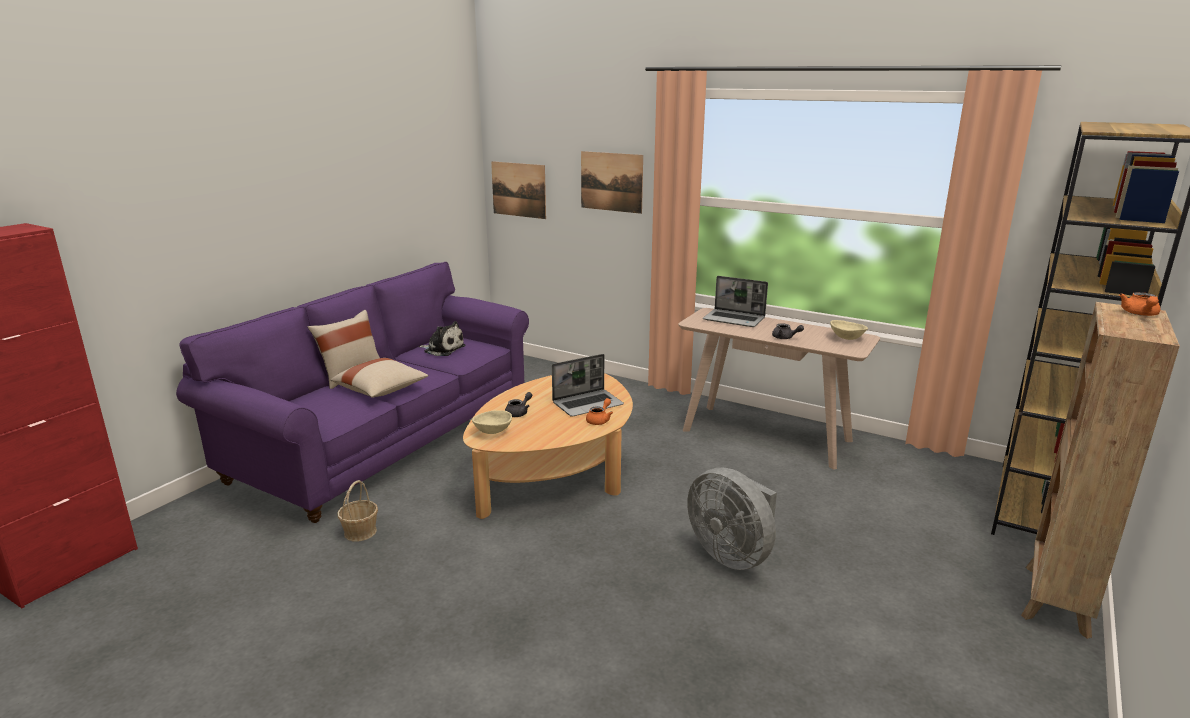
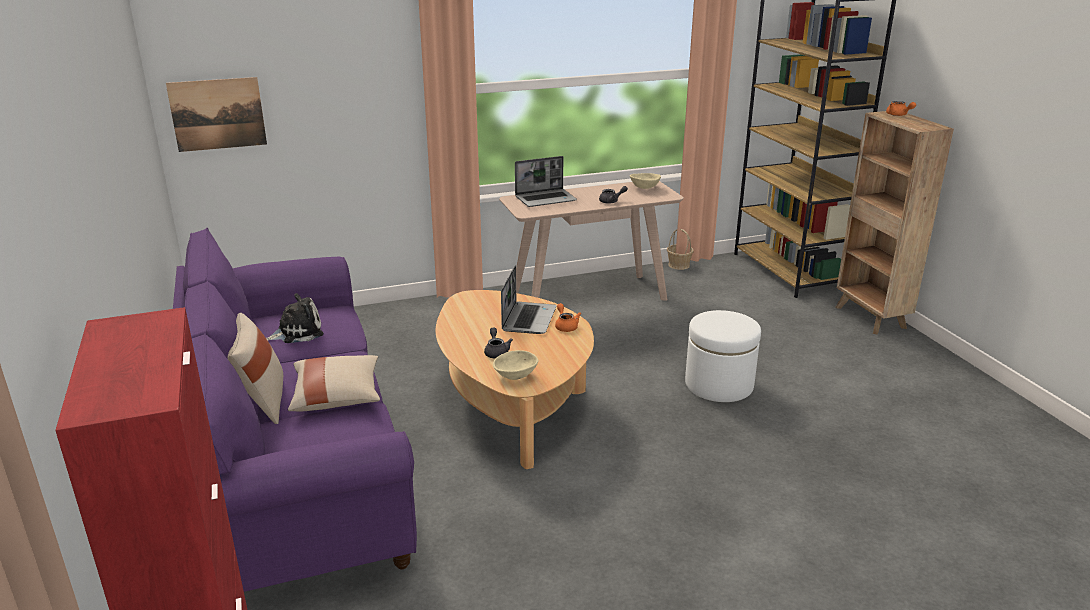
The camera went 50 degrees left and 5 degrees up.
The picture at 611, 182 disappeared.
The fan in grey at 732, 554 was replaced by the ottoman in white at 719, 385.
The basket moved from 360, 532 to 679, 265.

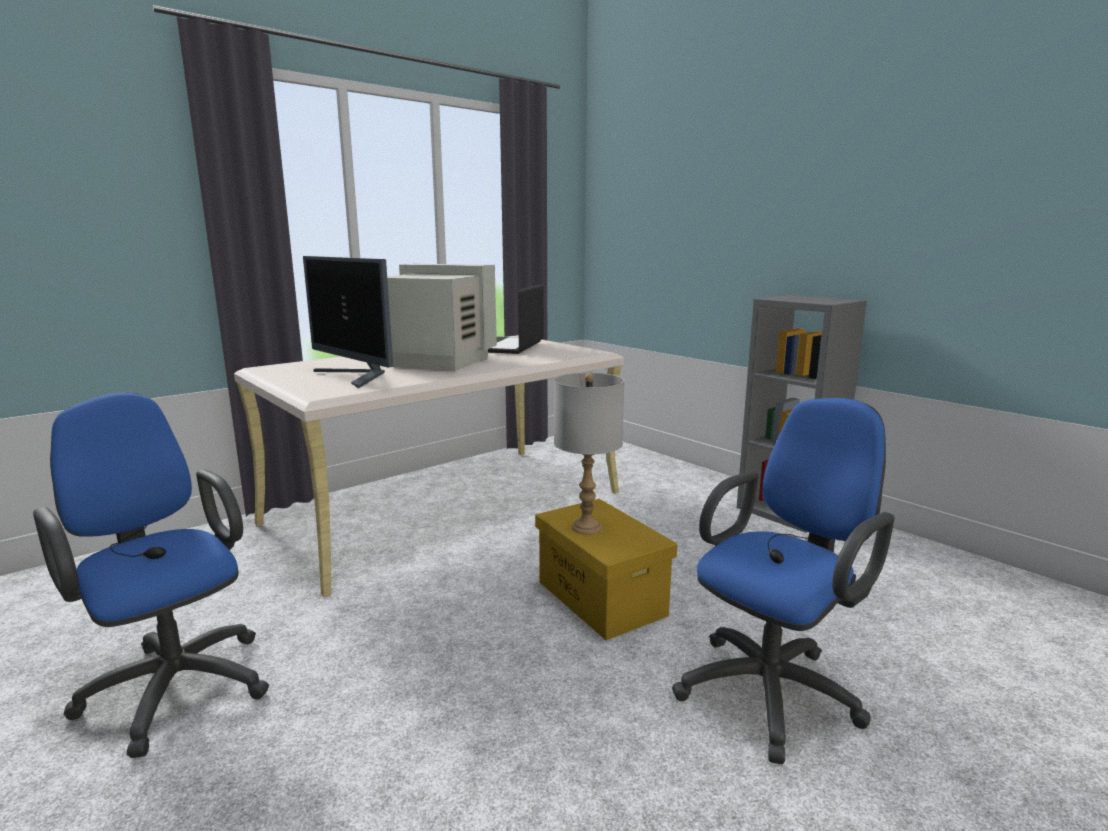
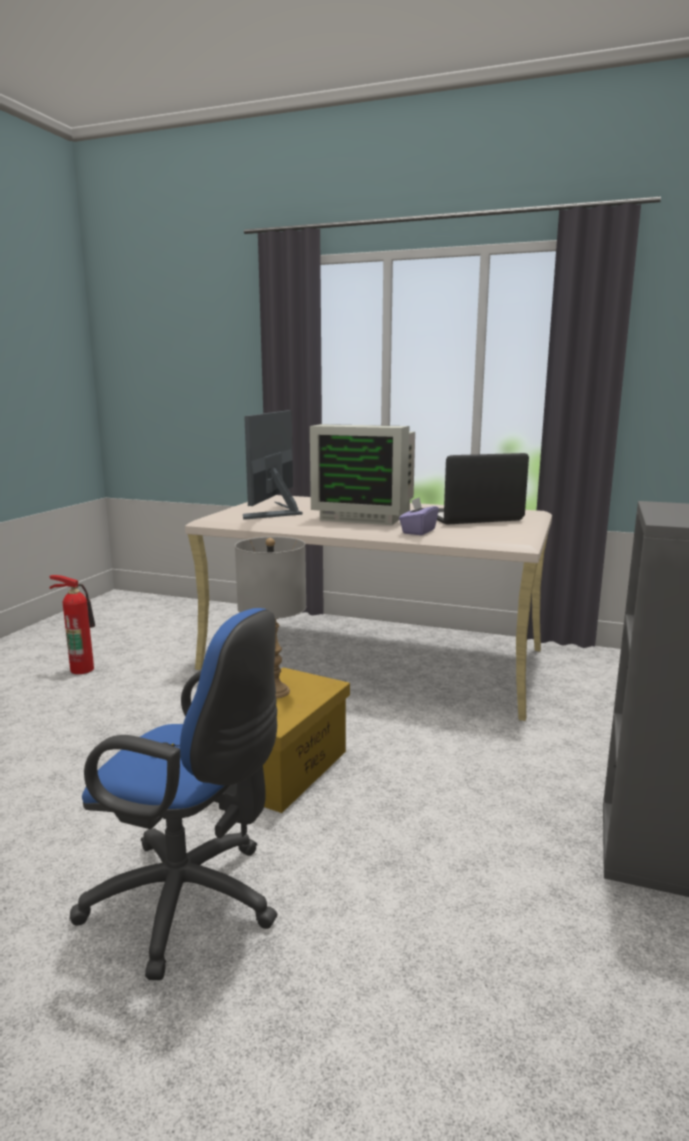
The camera went 60 degrees right and 0 degrees up.
The monitor at 438, 361 turned 120 degrees clockwise.
The office chair in blue at 174, 682 was replaced by the fire extinguisher at 82, 668.
The tissue box in purple at 418, 531 appeared.

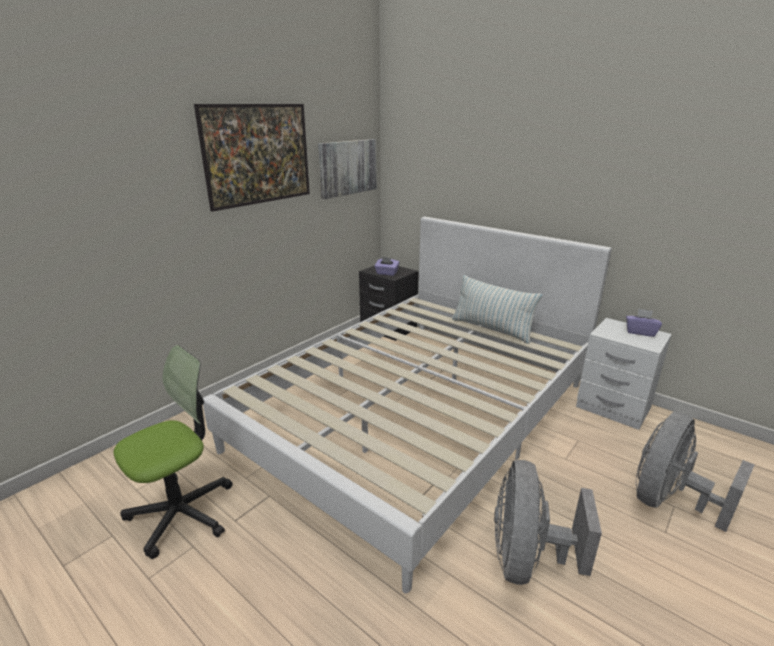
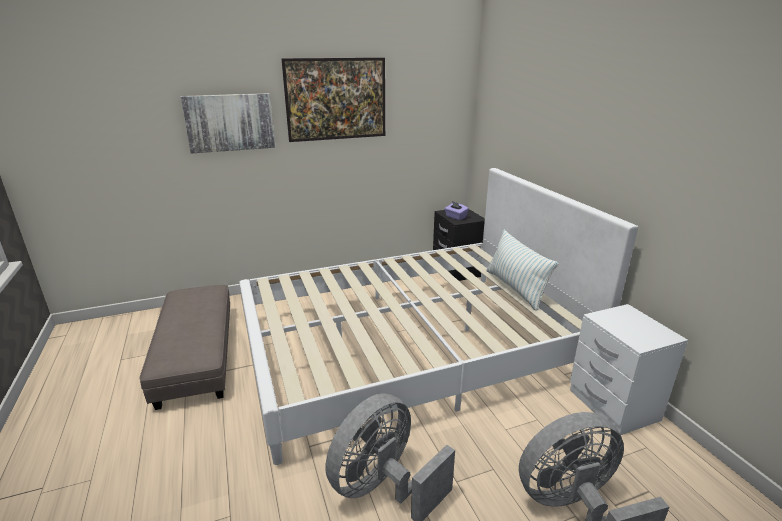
The camera went 30 degrees right and 0 degrees up.
The picture moved from 347, 167 to 230, 122.
The tissue box in purple at 640, 332 disappeared.
The office chair at 182, 513 was replaced by the ottoman in grey at 197, 355.

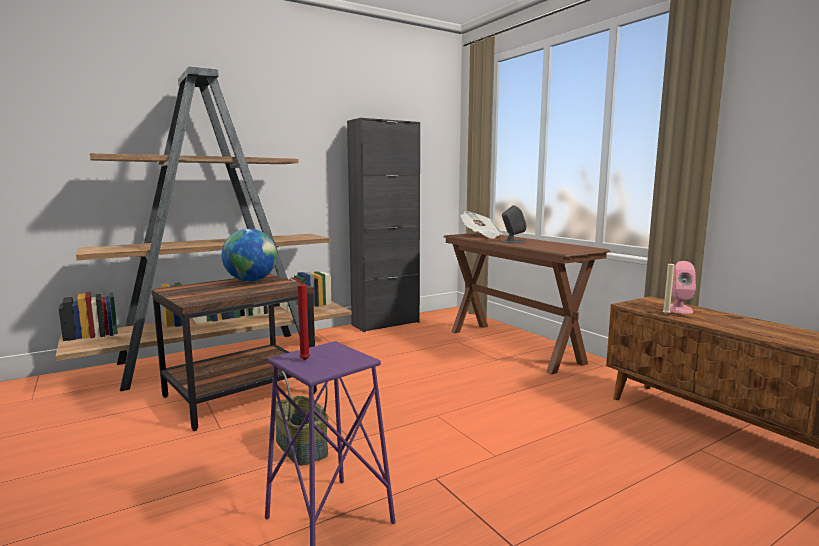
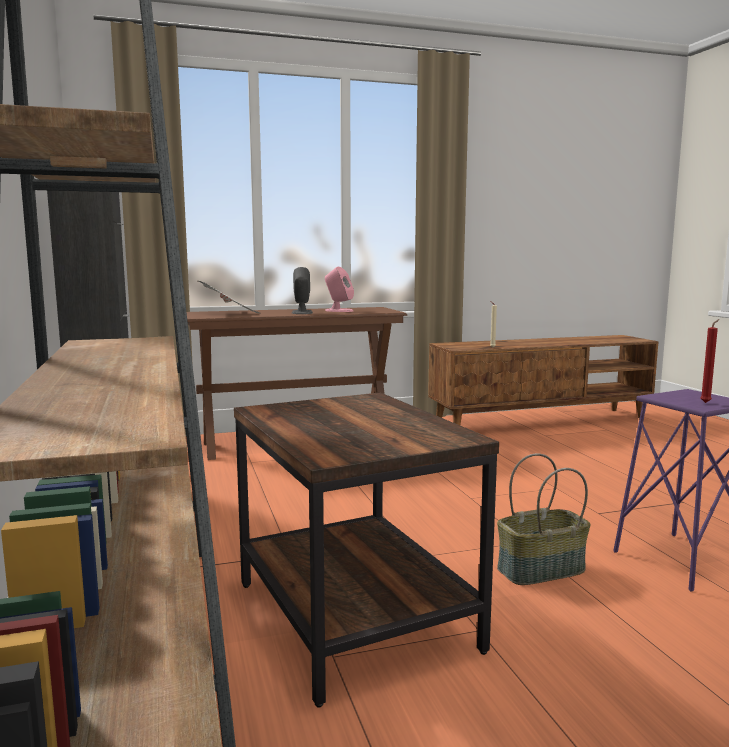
The camera went 75 degrees left and 0 degrees up.
The globe at 251, 281 disappeared.
The speaker in pink moved from 679, 309 to 338, 310.

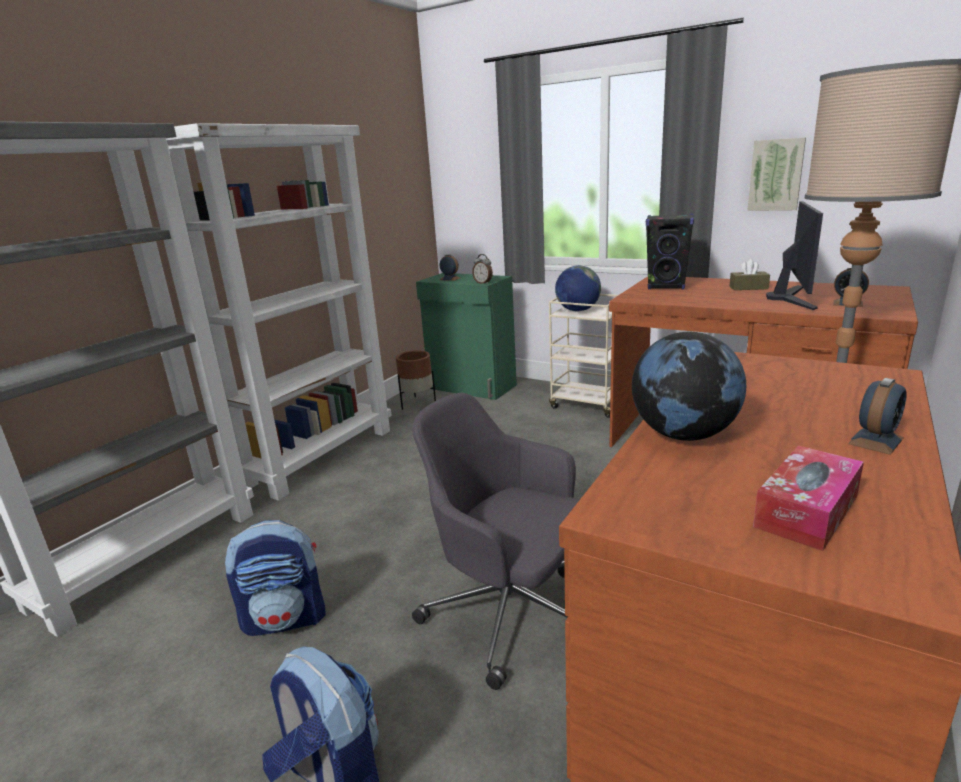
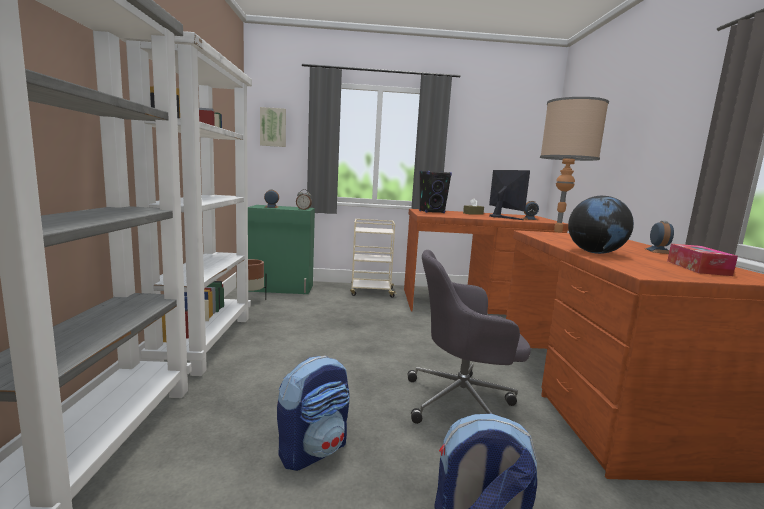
The camera went 35 degrees left and 10 degrees down.
The picture moved from 776, 175 to 273, 127.
The globe at 577, 310 disappeared.

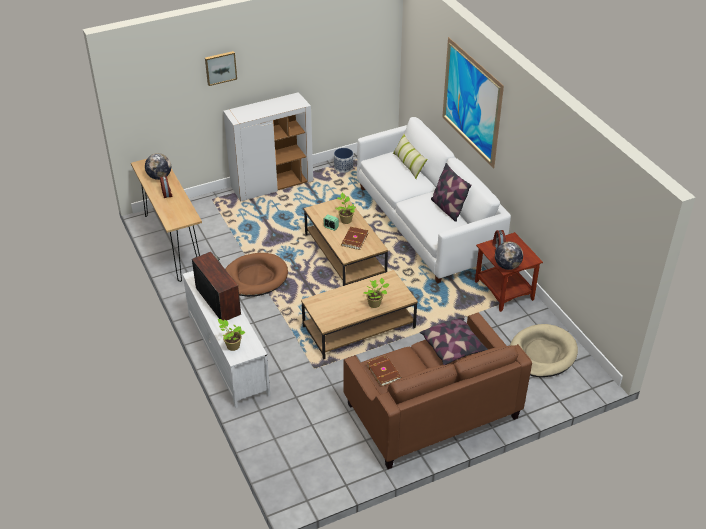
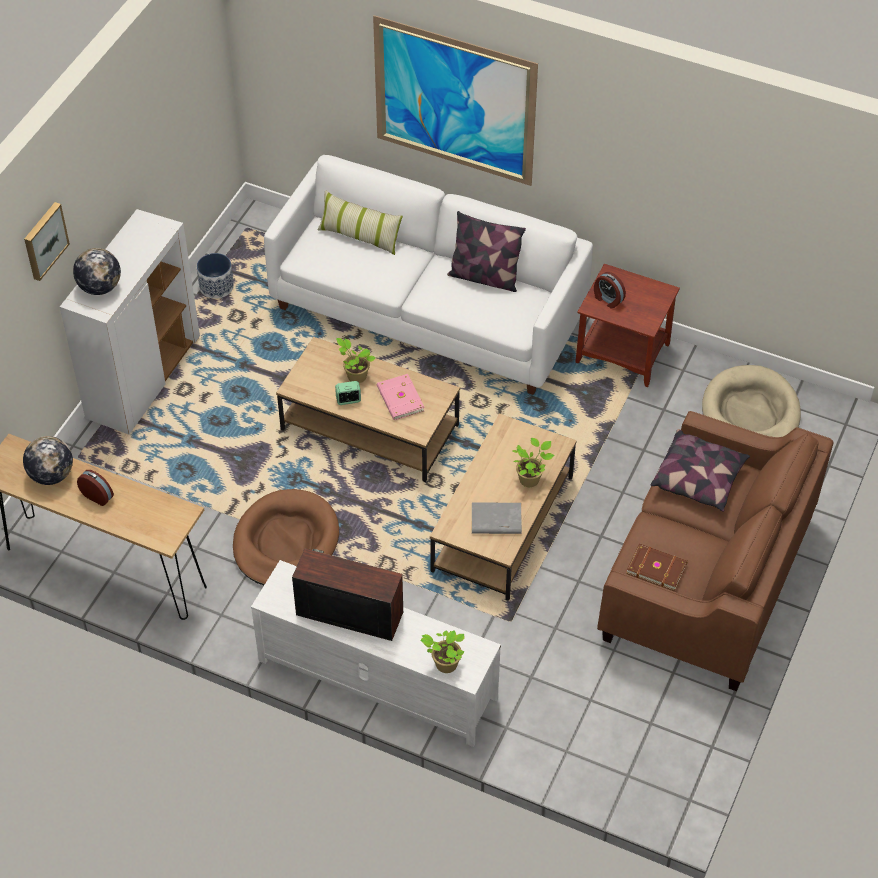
The camera went 40 degrees left and 10 degrees up.
The book in brown at 354, 239 became the book in pink at 399, 399.
The globe moved from 507, 266 to 100, 287.
The book in grey at 495, 521 appeared.

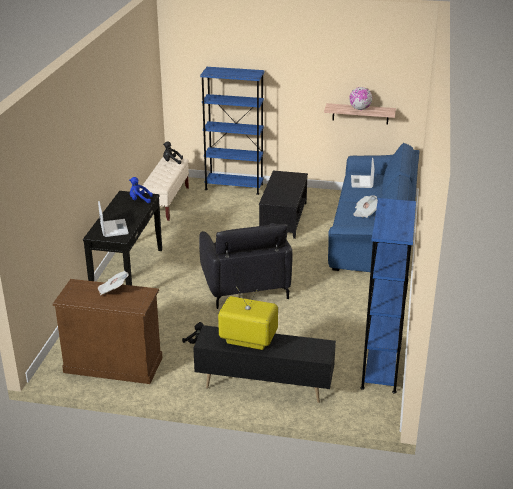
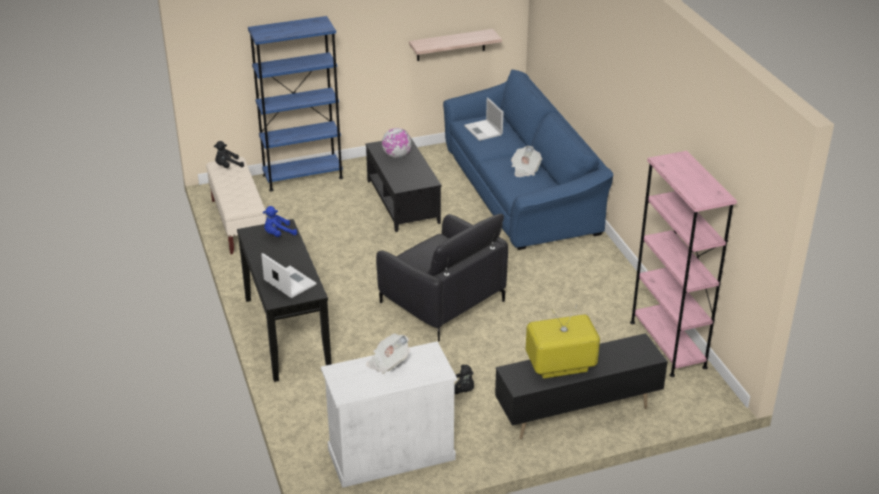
The camera went 30 degrees left and 5 degrees up.
The globe moved from 360, 109 to 397, 156.
The bookcase in blue at 381, 366 became the bookcase in pink at 667, 344.
The cabinet in brown at 113, 365 became the cabinet in white at 391, 454.

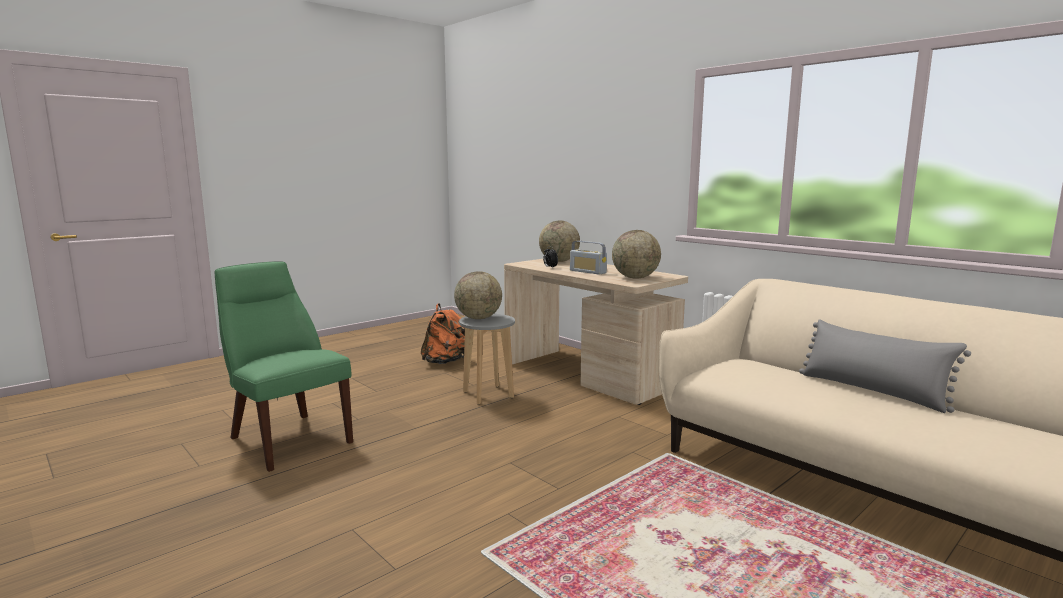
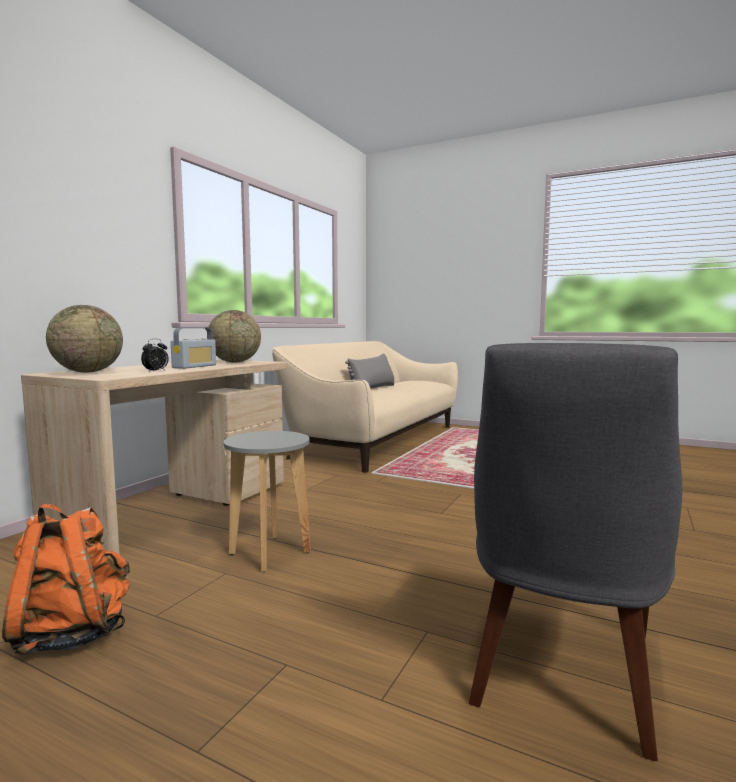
The camera went 110 degrees left and 5 degrees down.
The chair in green at 287, 438 became the chair in grey at 561, 672.
The globe at 478, 318 disappeared.

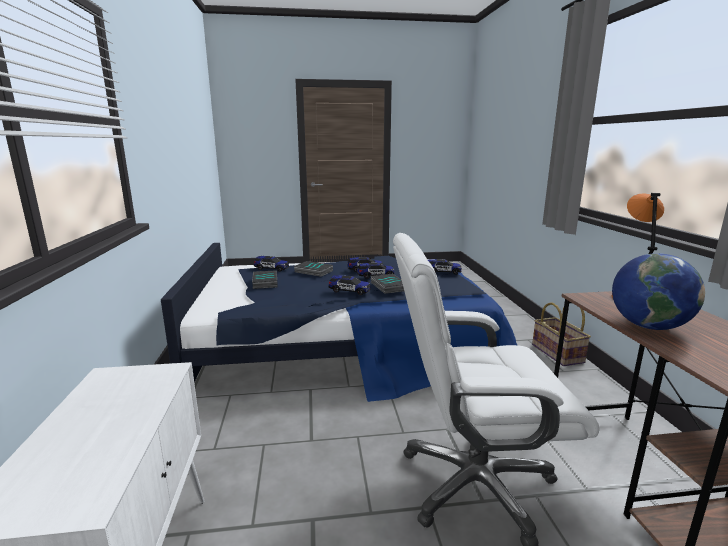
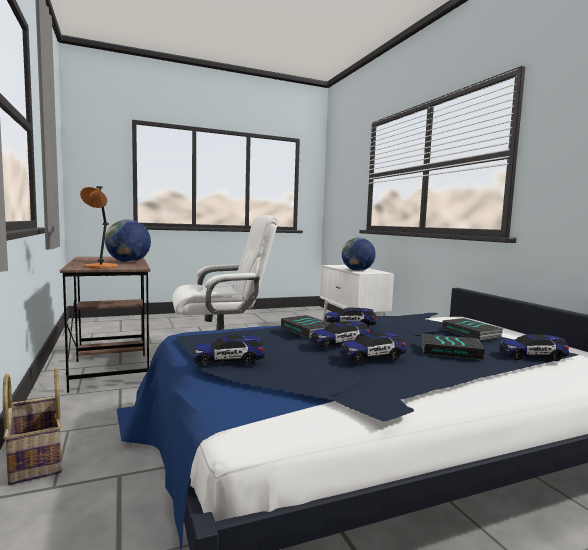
The camera went 165 degrees right and 10 degrees down.
The globe at 357, 270 appeared.

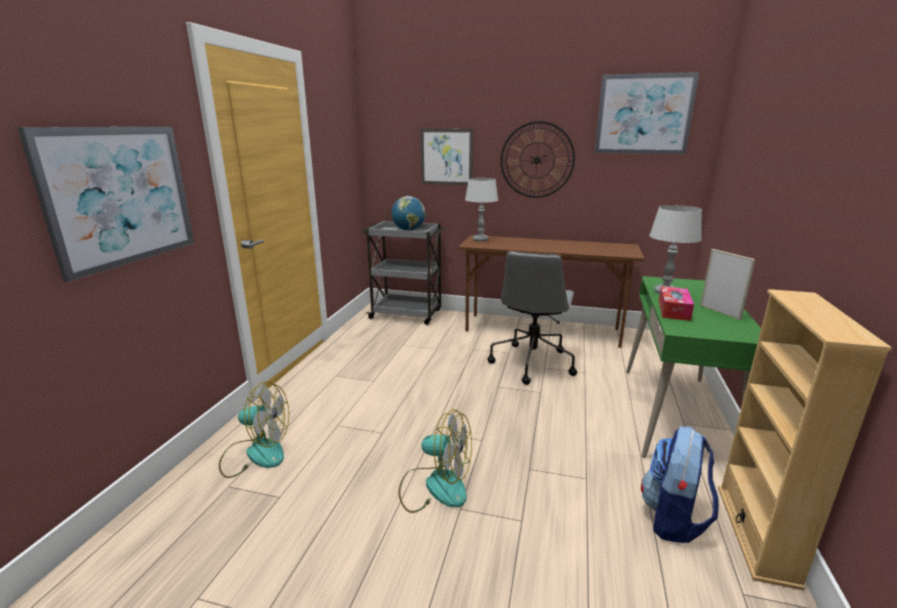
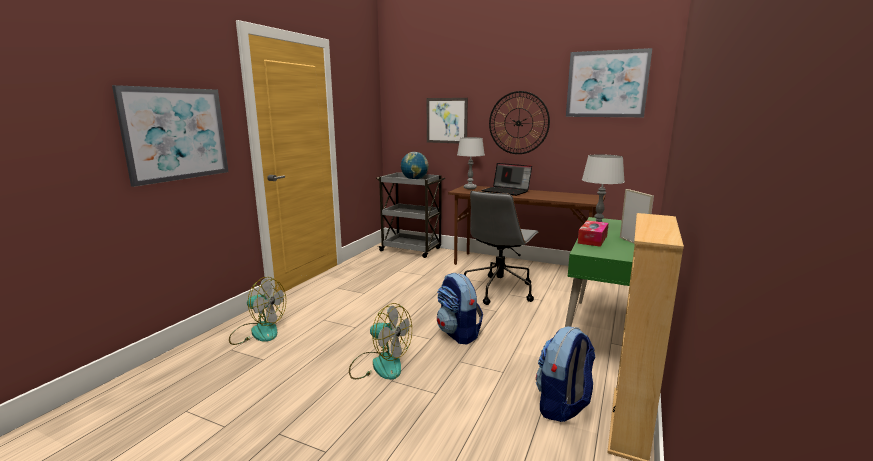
The camera went 10 degrees right and 5 degrees down.
The laptop at 506, 191 appeared.
The backpack at 458, 334 appeared.

